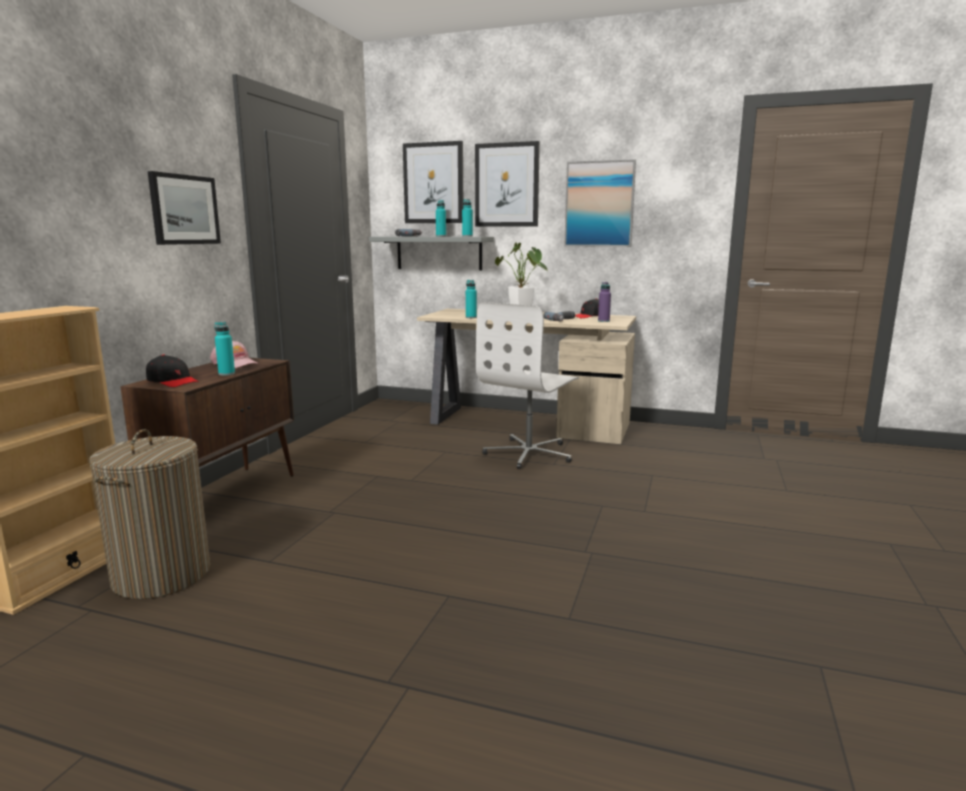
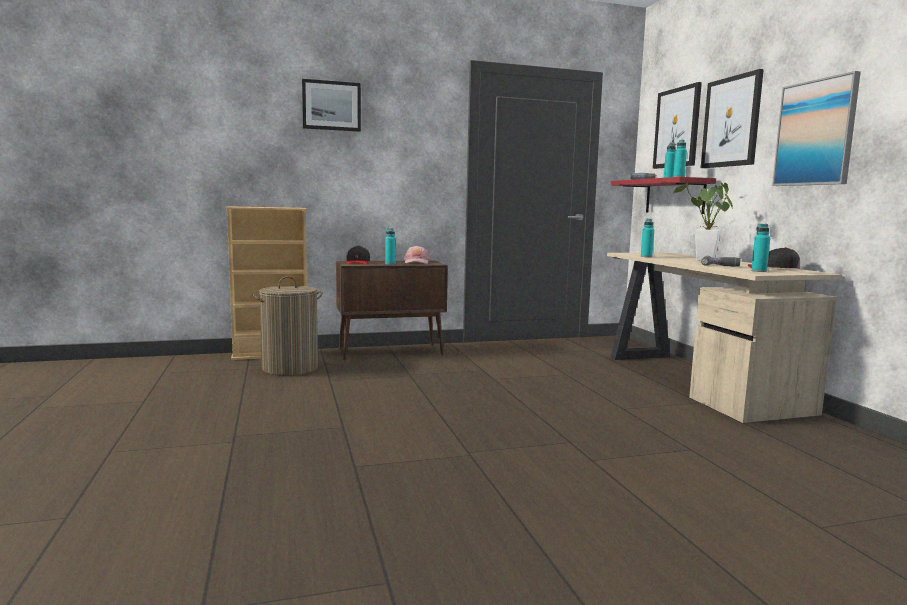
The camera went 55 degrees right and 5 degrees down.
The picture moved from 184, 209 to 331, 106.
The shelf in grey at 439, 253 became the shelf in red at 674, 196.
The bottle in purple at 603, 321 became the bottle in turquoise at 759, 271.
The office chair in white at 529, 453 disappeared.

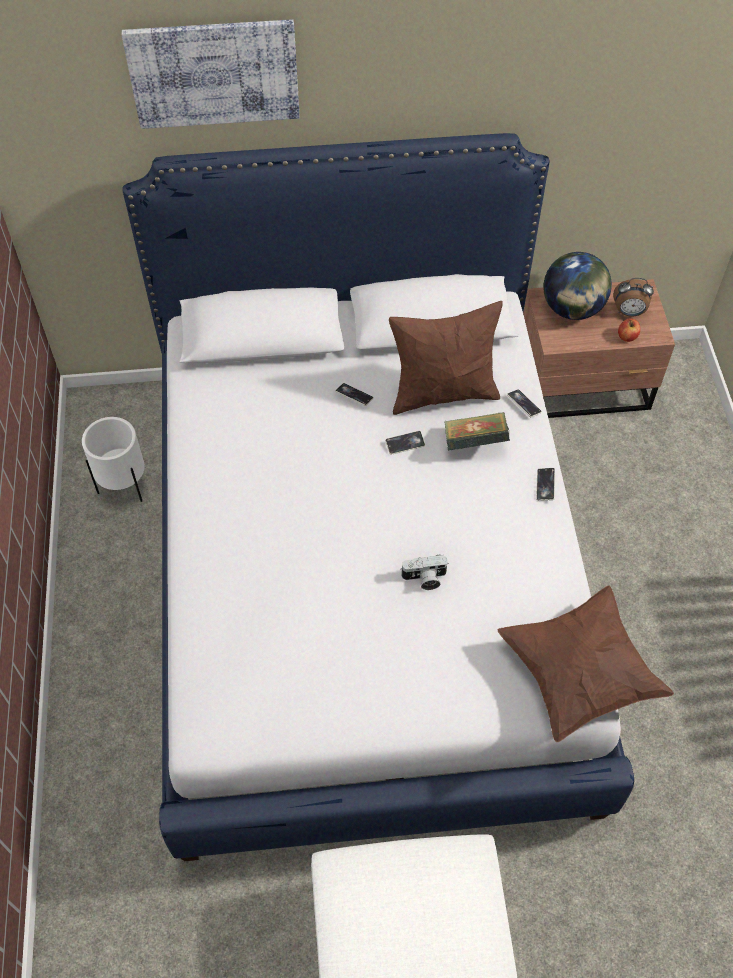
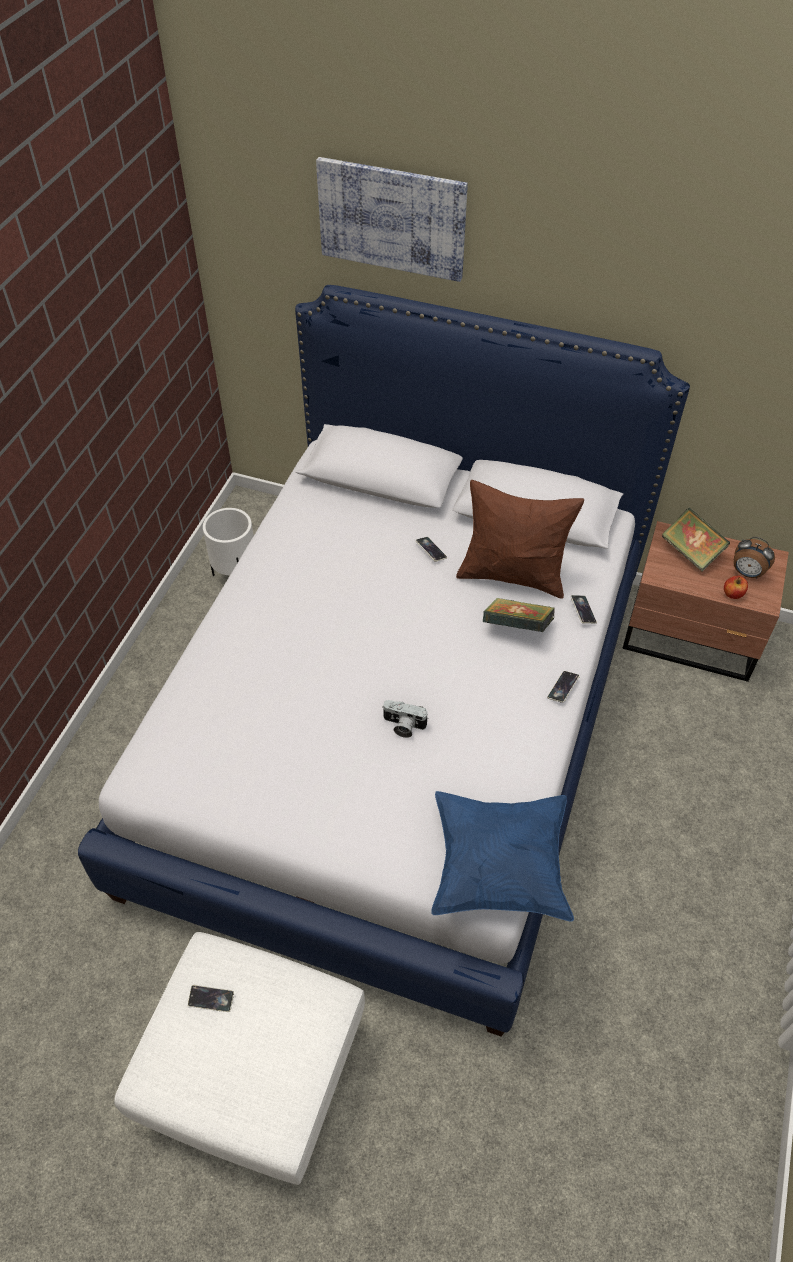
The camera went 25 degrees right and 5 degrees down.
The globe at 572, 309 was replaced by the book at 691, 552.
The phone moved from 405, 444 to 211, 999.
The pillow in brown at 579, 674 became the pillow in blue at 499, 867.

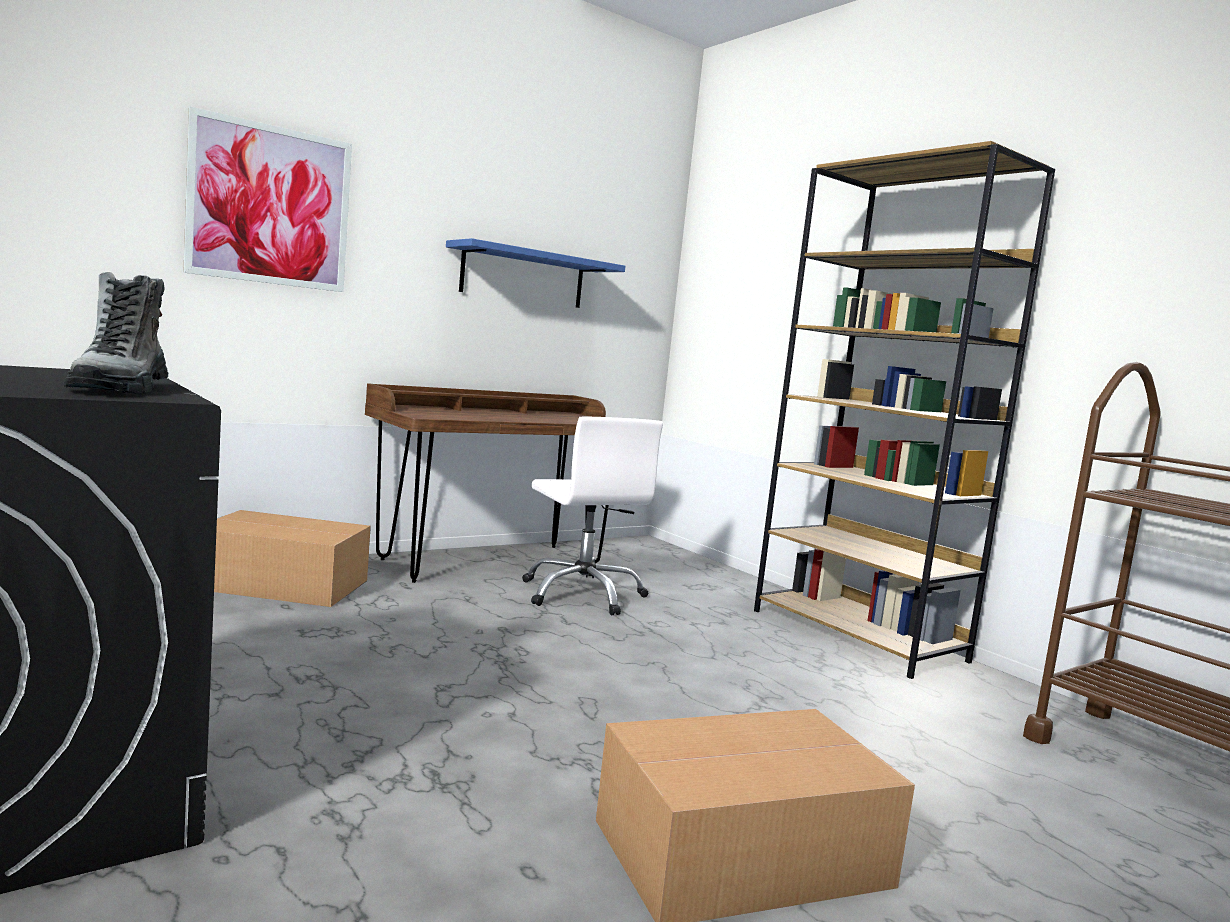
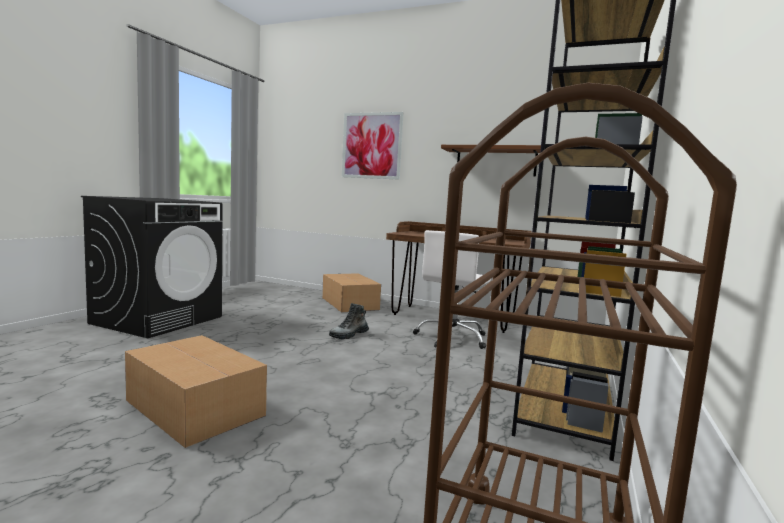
The camera went 60 degrees right and 0 degrees up.
The shelf in blue at 523, 277 became the shelf in brown at 495, 162.
The boot moved from 121, 389 to 349, 335.

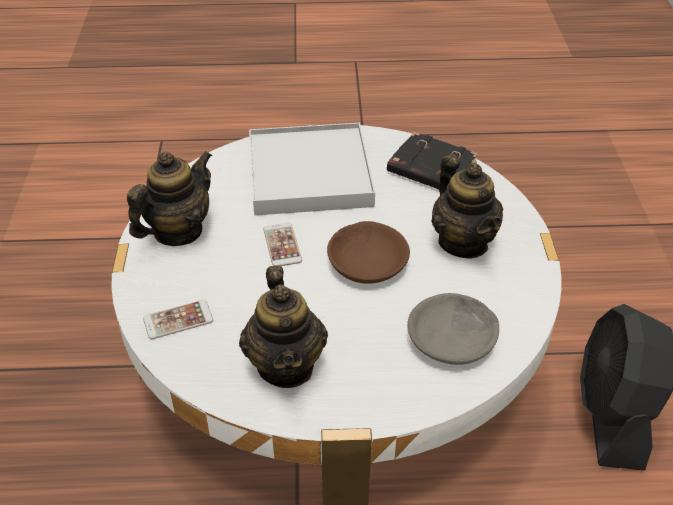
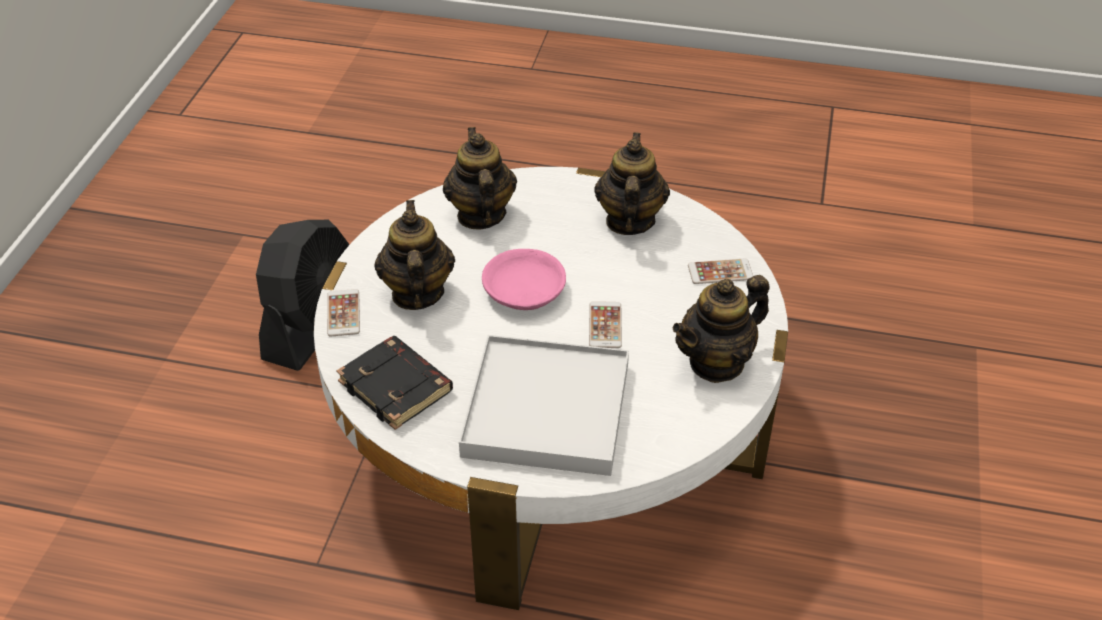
The camera went 165 degrees left and 0 degrees up.
The bowl in brown at 367, 262 became the bowl in pink at 524, 291.
The bowl in grey at 452, 339 was replaced by the teapot at 480, 215.
The phone at 343, 313 appeared.

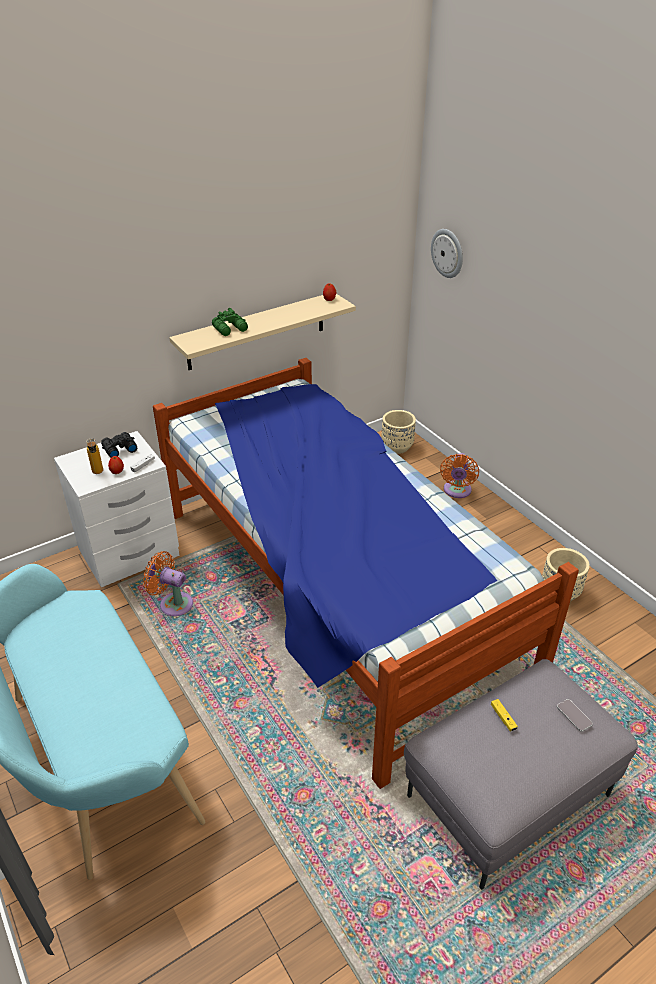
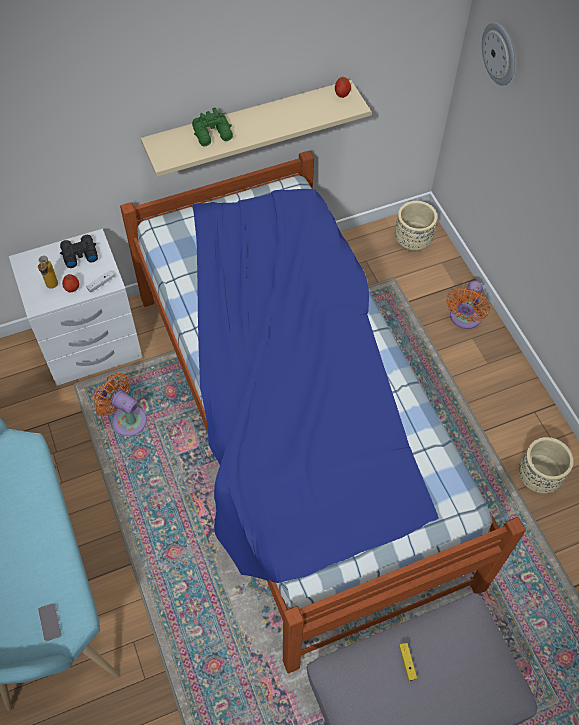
The camera went 10 degrees right and 20 degrees up.
The phone moved from 574, 715 to 50, 622.

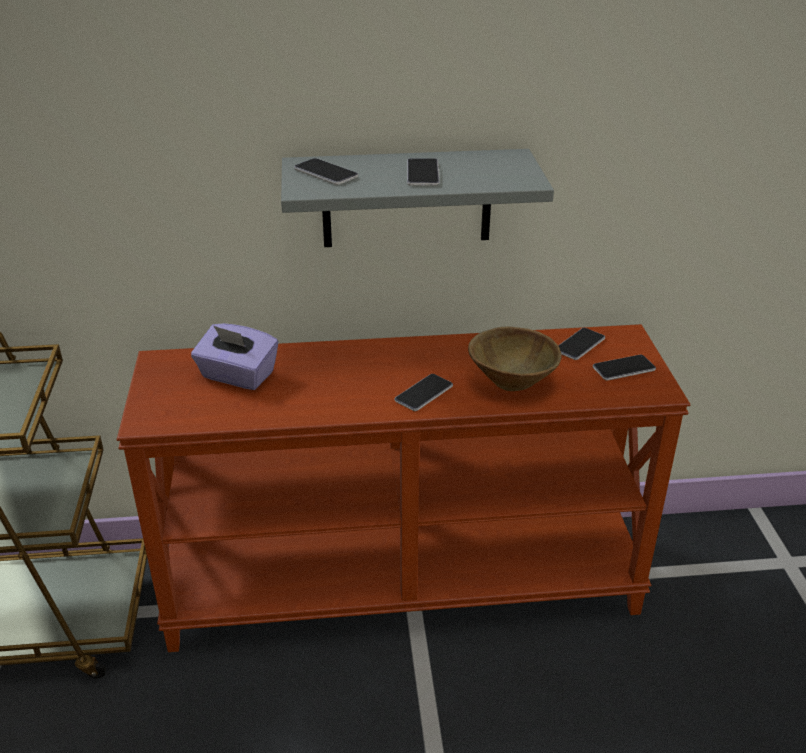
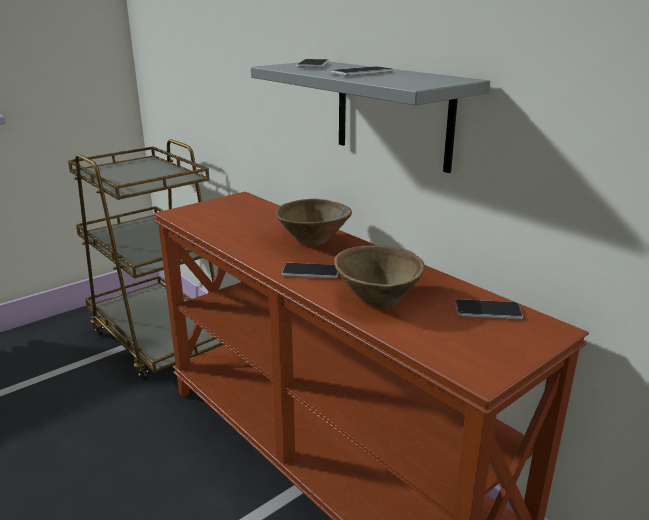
The camera went 55 degrees right and 10 degrees down.
The tissue box in purple at 237, 376 disappeared.
The phone at 623, 369 disappeared.
The bowl in brown at 313, 240 appeared.

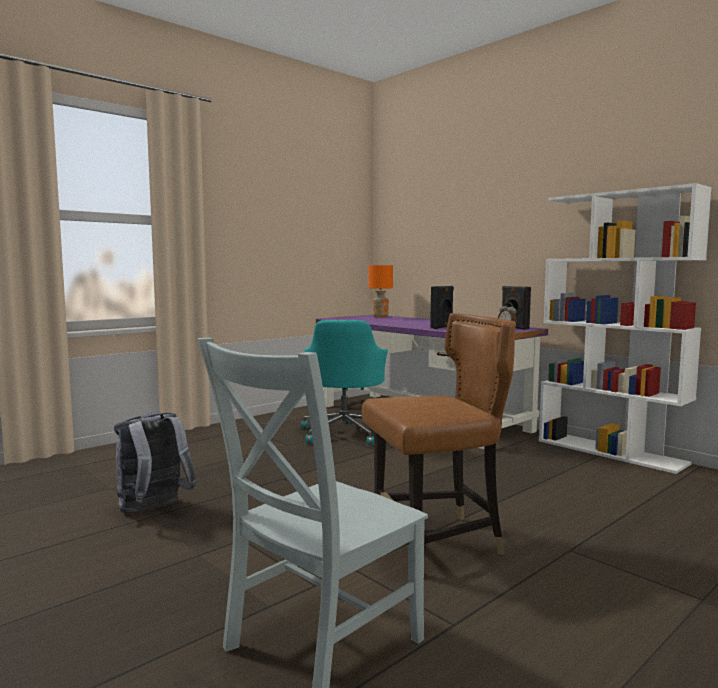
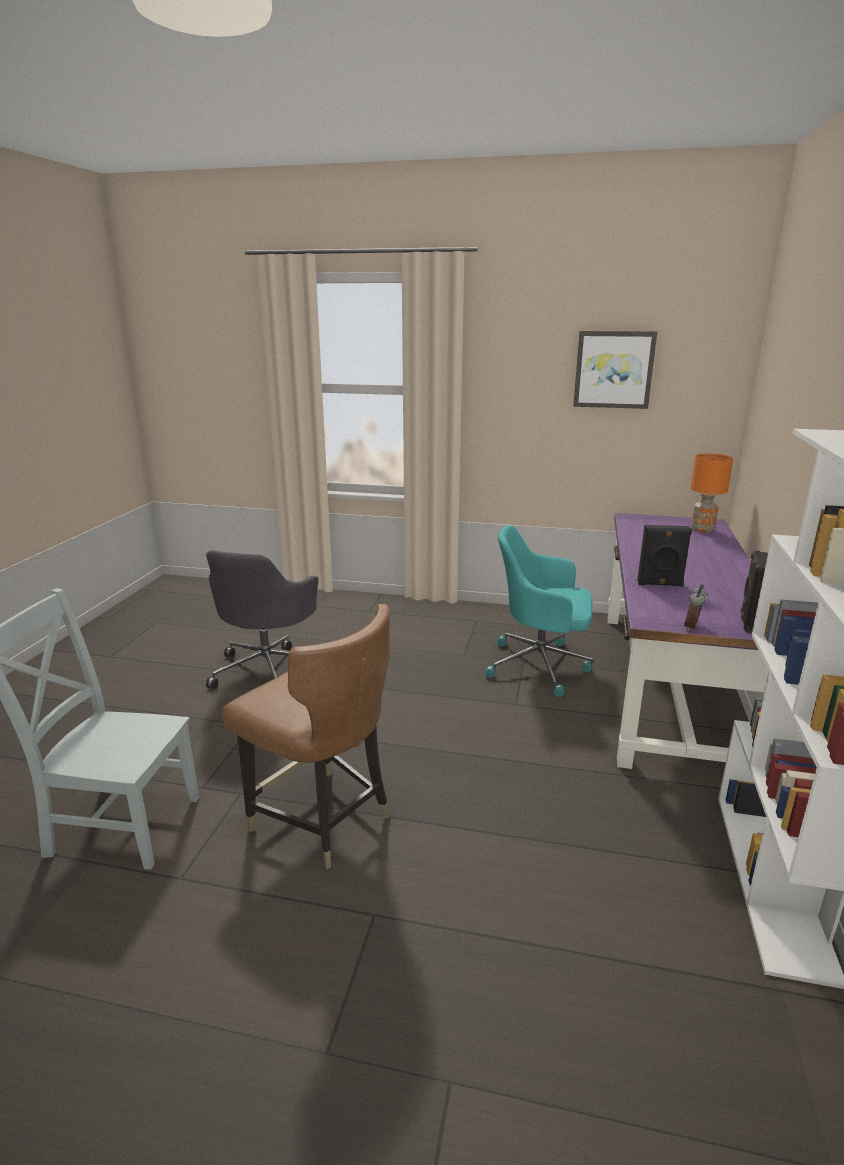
The camera went 55 degrees right and 15 degrees up.
The office chair in turquoise at 345, 433 turned 45 degrees clockwise.
The backpack in grey at 153, 510 was replaced by the office chair in grey at 269, 670.
The picture at 613, 369 appeared.

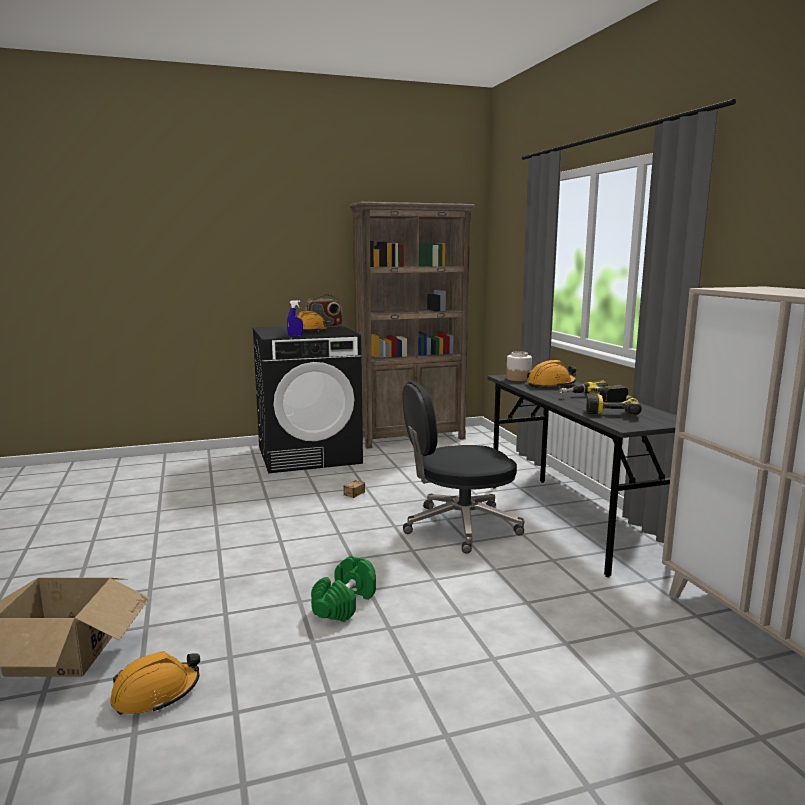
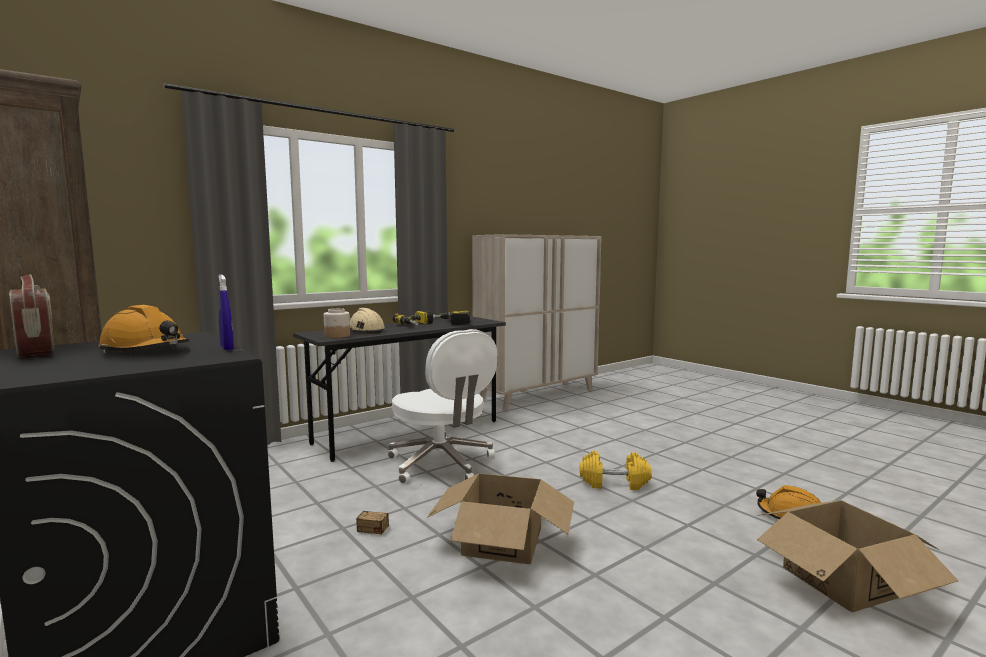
The camera went 110 degrees left and 5 degrees down.
The hard hat in orange at 551, 385 became the hard hat in beige at 365, 330.
The office chair in black at 459, 526 became the office chair in white at 442, 464.
The dumbbell in green at 345, 604 became the dumbbell in yellow at 614, 483.
The cardboard box at 502, 541 appeared.

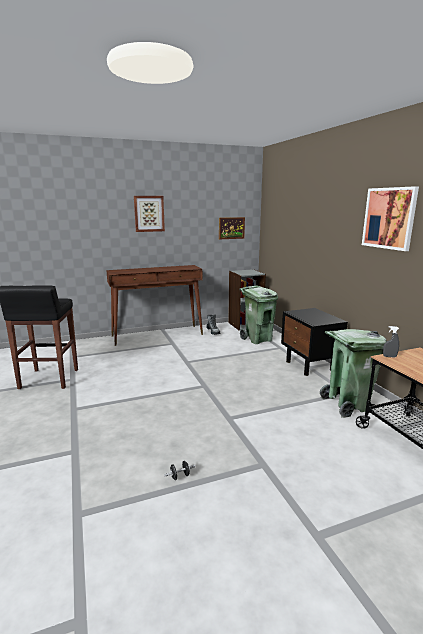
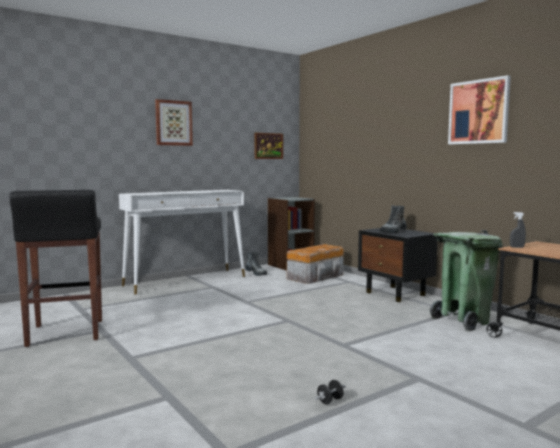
The camera went 15 degrees left and 10 degrees down.
The console table in brown at 158, 335 became the console table in white at 186, 281.
The trash can in green at 258, 339 was replaced by the storage box at 317, 276.
The boot at 393, 231 appeared.

